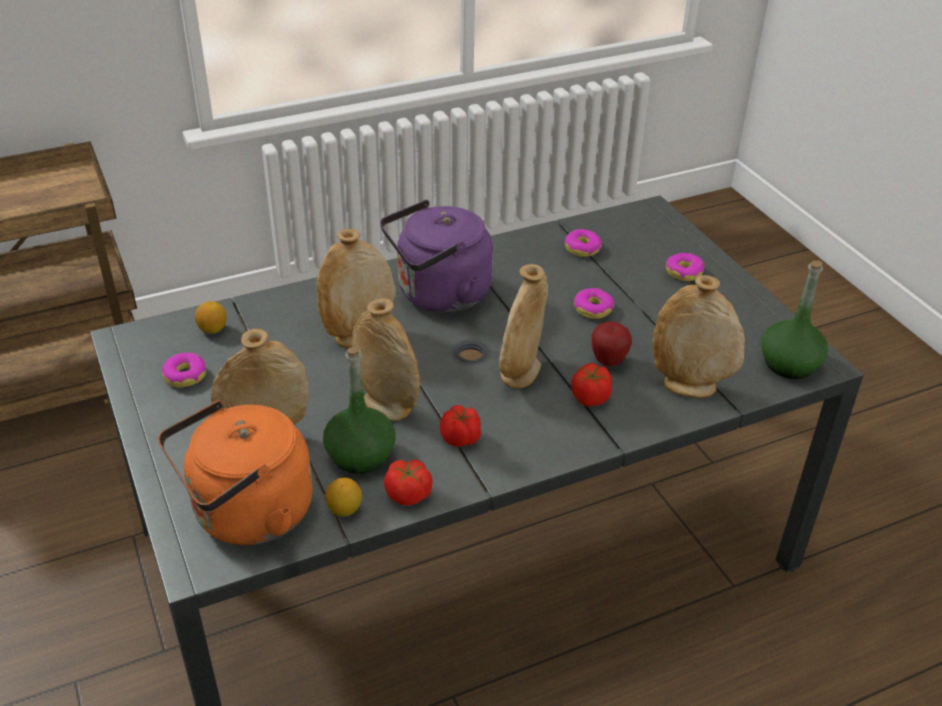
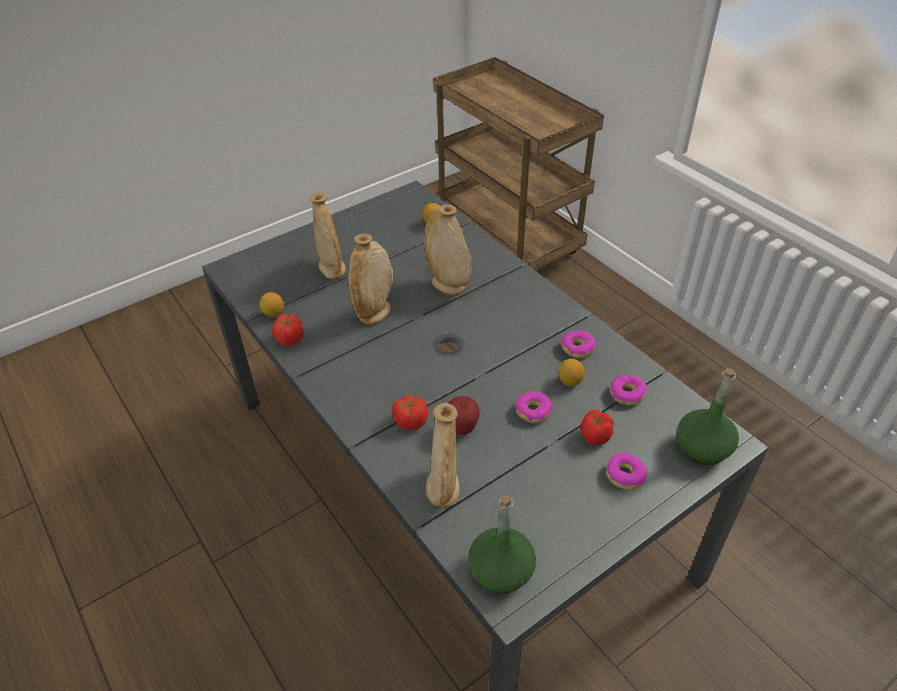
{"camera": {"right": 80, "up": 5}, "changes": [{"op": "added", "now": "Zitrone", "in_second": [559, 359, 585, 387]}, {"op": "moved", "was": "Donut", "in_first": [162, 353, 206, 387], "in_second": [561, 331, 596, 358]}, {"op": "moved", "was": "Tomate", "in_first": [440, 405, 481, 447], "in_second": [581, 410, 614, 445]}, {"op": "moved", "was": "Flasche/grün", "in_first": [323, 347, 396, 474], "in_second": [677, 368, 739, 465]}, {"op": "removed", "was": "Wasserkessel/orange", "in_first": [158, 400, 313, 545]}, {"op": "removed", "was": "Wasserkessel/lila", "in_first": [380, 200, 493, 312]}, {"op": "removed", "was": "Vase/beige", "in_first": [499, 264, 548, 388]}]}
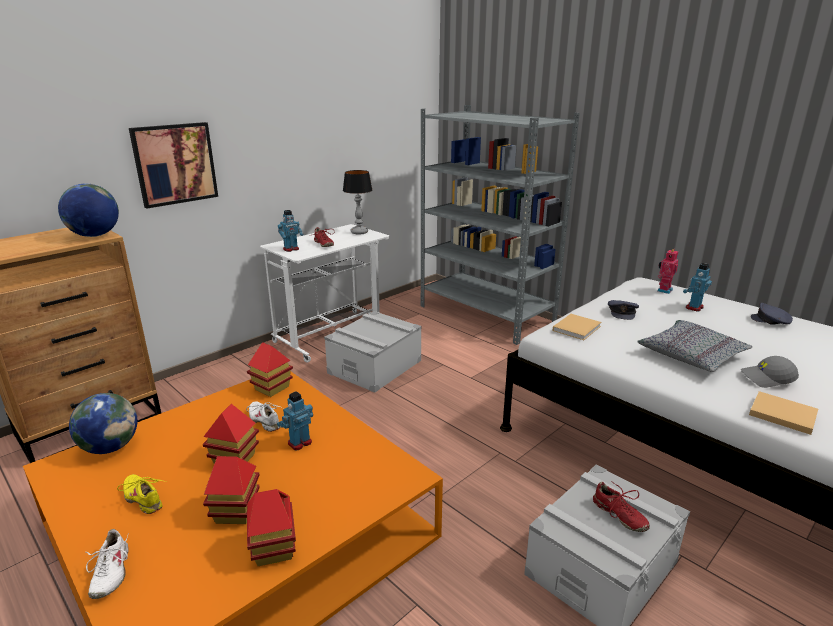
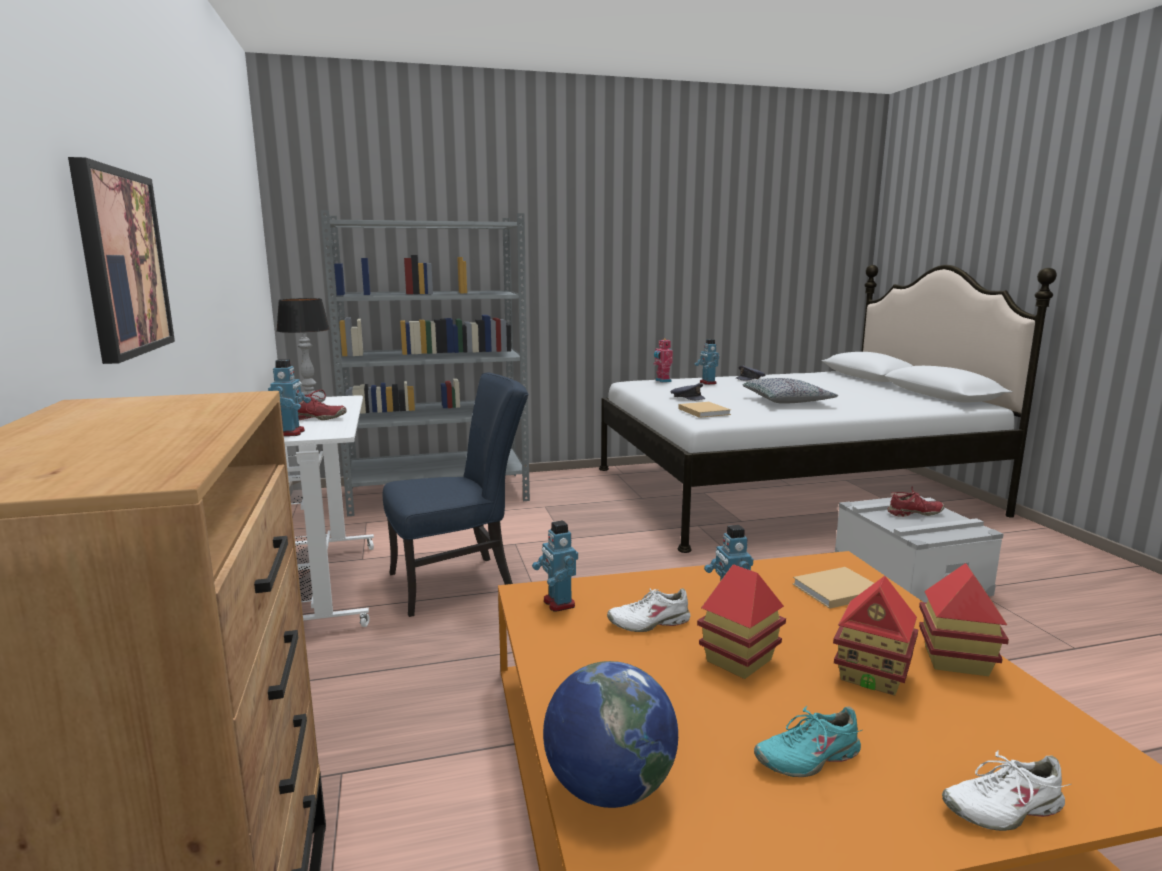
{"camera": {"right": -60, "up": -10}, "changes": [{"op": "replaced", "was": "Aufbewahrungsbox/grau", "now": "Stuhl/blau", "in_first": [324, 311, 421, 393], "in_second": [383, 373, 529, 617]}, {"op": "replaced", "was": "Spielzeughaus", "now": "Spielzeugroboter", "in_first": [247, 342, 293, 397], "in_second": [532, 520, 578, 612]}, {"op": "recoloured", "was": "Schuh/gelb", "now": "Schuh/türkis", "in_first": [117, 474, 166, 514], "in_second": [754, 706, 862, 777]}, {"op": "moved", "was": "Buch/beige", "in_first": [749, 391, 818, 435], "in_second": [793, 567, 874, 609]}, {"op": "turned", "was": "Schuh/weiß", "in_first": [85, 529, 129, 599], "in_second": [942, 750, 1071, 831], "clockwise": 150}, {"op": "removed", "was": "Globus", "in_first": [58, 184, 119, 237]}, {"op": "removed", "was": "Kappe/grau", "in_first": [741, 356, 799, 388]}]}
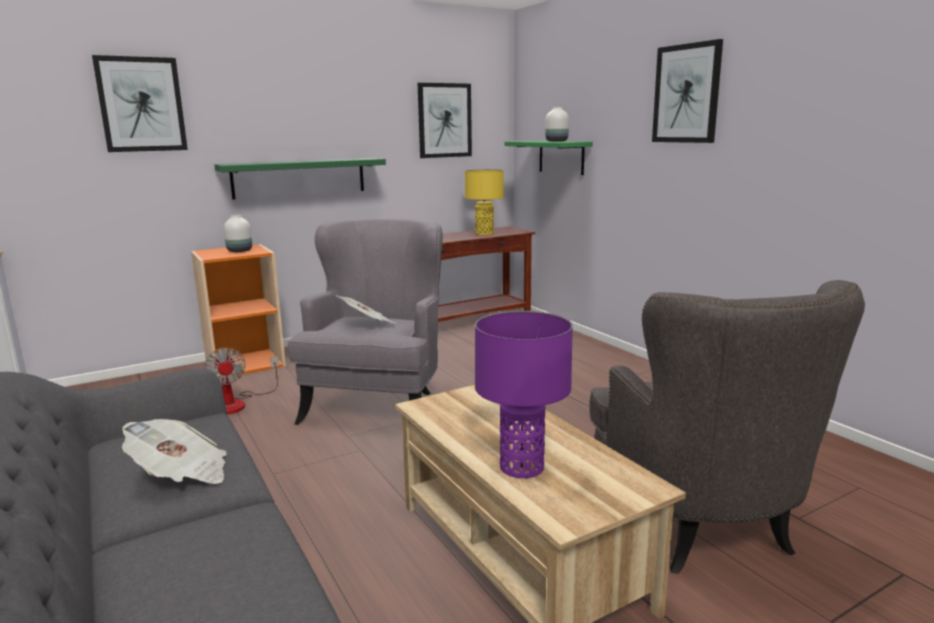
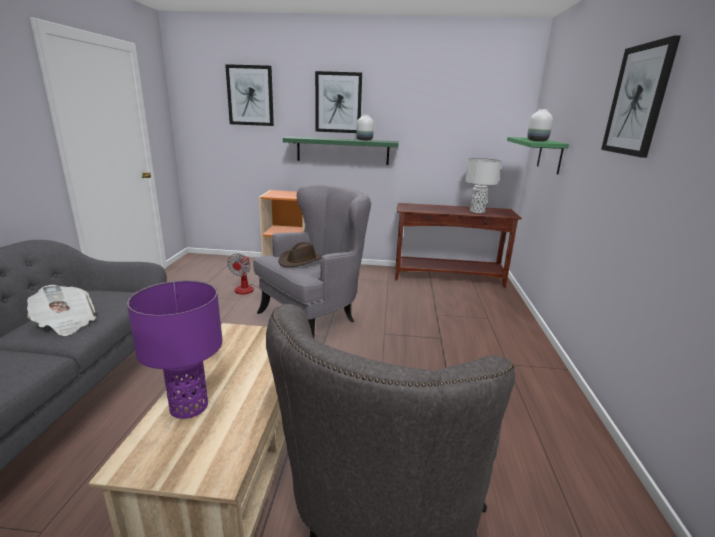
{"camera": {"right": 35, "up": 5}, "changes": [{"op": "replaced", "was": "Zeitung", "now": "Hut/braun", "in_first": [334, 295, 395, 323], "in_second": [278, 242, 323, 267]}, {"op": "moved", "was": "Bild", "in_first": [418, 83, 472, 158], "in_second": [315, 71, 362, 133]}, {"op": "moved", "was": "Vase/weiß", "in_first": [224, 215, 252, 252], "in_second": [356, 115, 374, 141]}, {"op": "recoloured", "was": "Tischlampe/gelb", "now": "Tischlampe/weiß", "in_first": [465, 169, 504, 235], "in_second": [465, 158, 501, 213]}]}
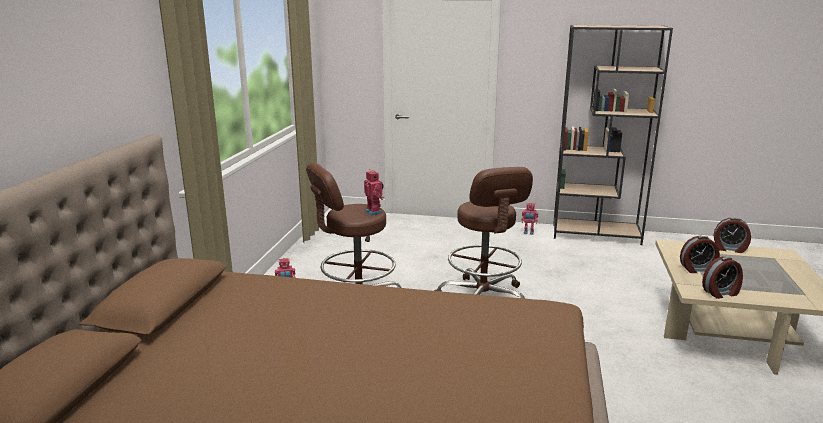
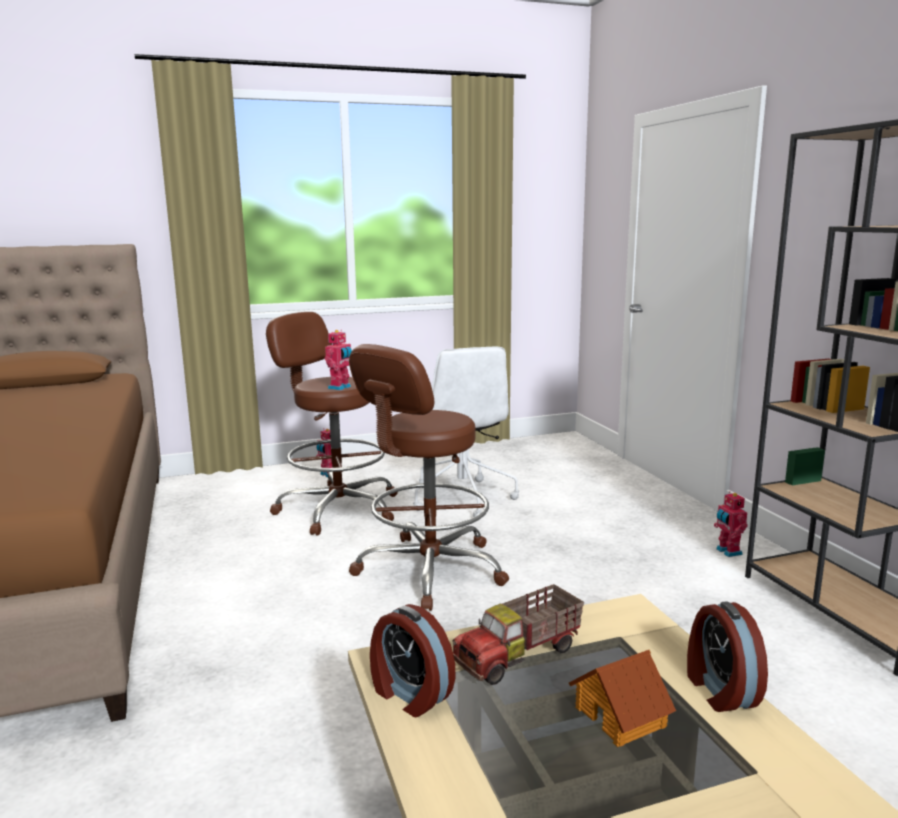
{"camera": {"right": 60, "up": -5}, "changes": [{"op": "added", "now": "Bürostuhl/weiß", "in_second": [413, 347, 519, 517]}, {"op": "replaced", "was": "Wecker", "now": "Spielzeuglaster", "in_first": [680, 236, 720, 273], "in_second": [453, 584, 584, 685]}, {"op": "added", "now": "Spielzeughaus", "in_second": [569, 650, 676, 747]}]}
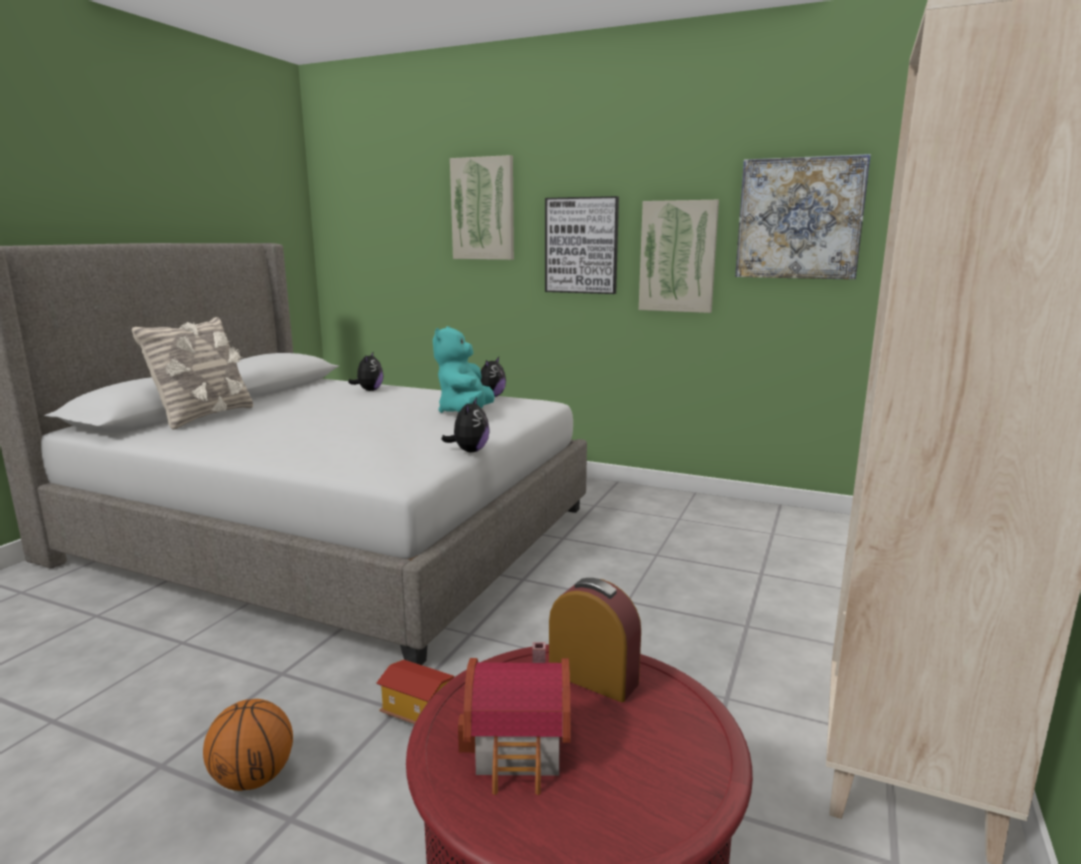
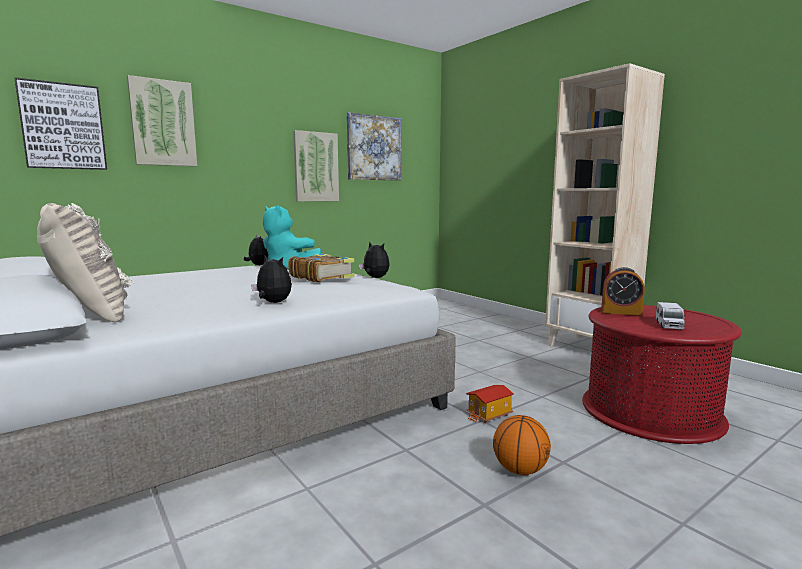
{"camera": {"right": -60, "up": -5}, "changes": [{"op": "moved", "was": "Bild", "in_first": [545, 196, 619, 294], "in_second": [14, 77, 107, 170]}, {"op": "moved", "was": "Plüschtier", "in_first": [348, 352, 384, 391], "in_second": [251, 256, 292, 303]}, {"op": "added", "now": "Buch", "in_second": [288, 254, 355, 282]}, {"op": "turned", "was": "Wecker", "in_first": [549, 578, 641, 702], "in_second": [601, 267, 645, 316], "clockwise": -135}, {"op": "replaced", "was": "Spielzeughaus", "now": "Spielzeuglaster", "in_first": [458, 642, 570, 795], "in_second": [655, 302, 686, 330]}]}
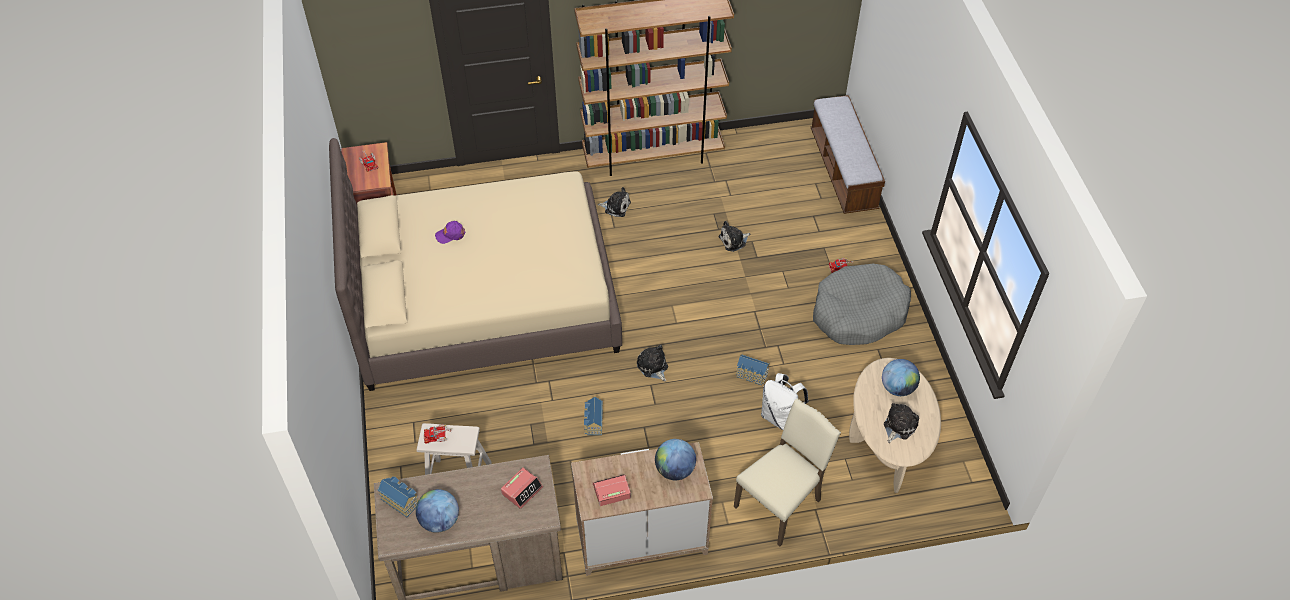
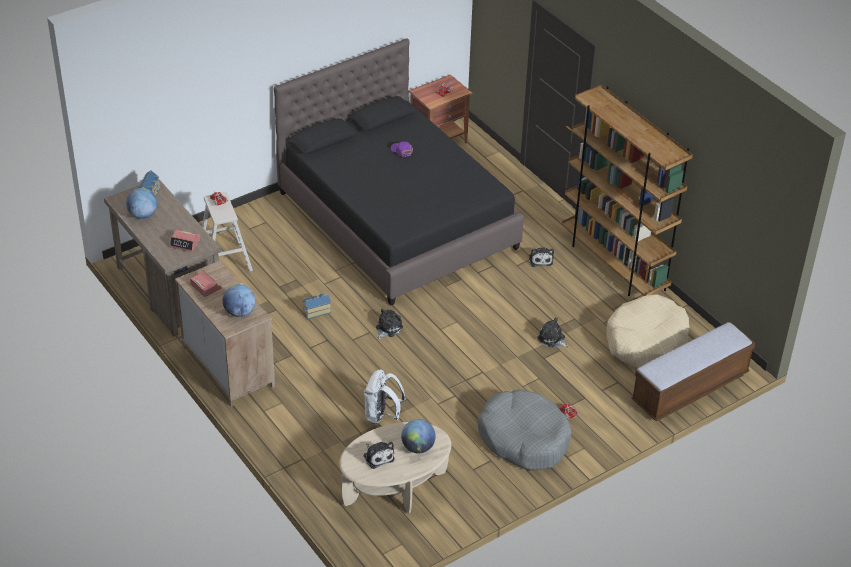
{"camera": {"right": 65, "up": -10}, "changes": [{"op": "recoloured", "was": "Bett/beige", "now": "Bett/schwarz", "in_first": [329, 138, 622, 391], "in_second": [274, 39, 524, 305]}, {"op": "turned", "was": "Plüschtier", "in_first": [884, 403, 919, 443], "in_second": [363, 442, 394, 469], "clockwise": 45}, {"op": "added", "now": "Hundebett/beige", "in_second": [606, 294, 690, 368]}, {"op": "removed", "was": "Stuhl/beige", "in_first": [734, 398, 841, 546]}, {"op": "removed", "was": "Spielzeughaus", "in_first": [736, 355, 769, 385]}]}
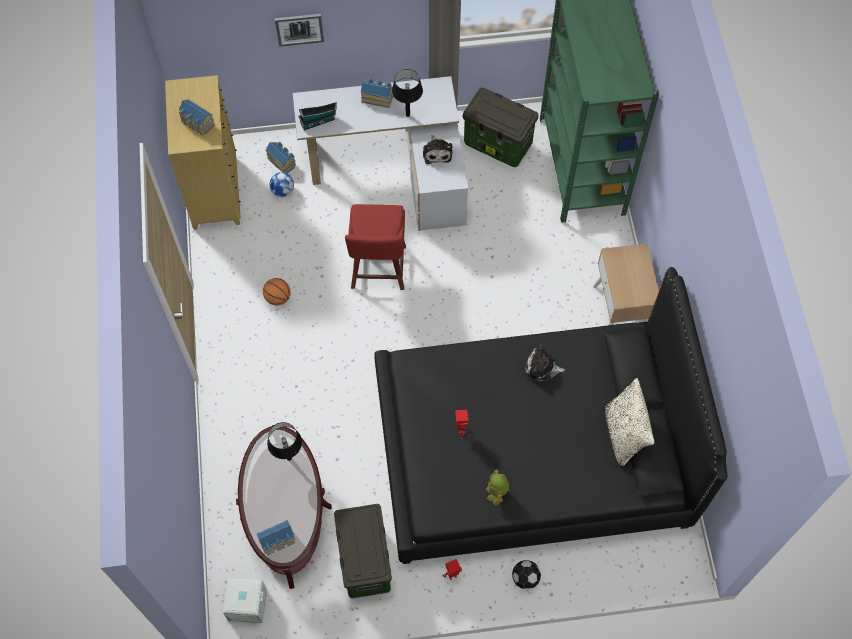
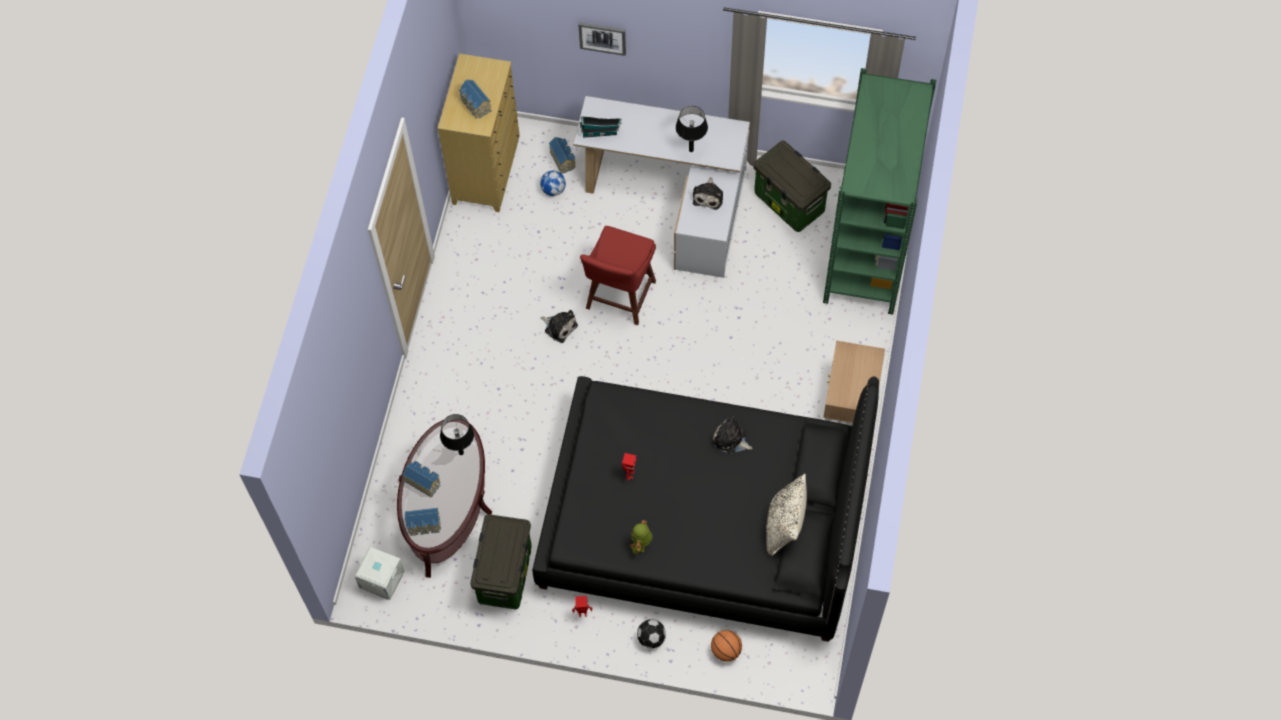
{"camera": {"right": 20, "up": 0}, "changes": [{"op": "moved", "was": "Spielzeughaus", "in_first": [361, 79, 393, 108], "in_second": [403, 461, 441, 498]}, {"op": "added", "now": "Plüschtier", "in_second": [541, 310, 578, 343]}, {"op": "moved", "was": "Basketball", "in_first": [263, 278, 291, 305], "in_second": [711, 630, 742, 662]}]}
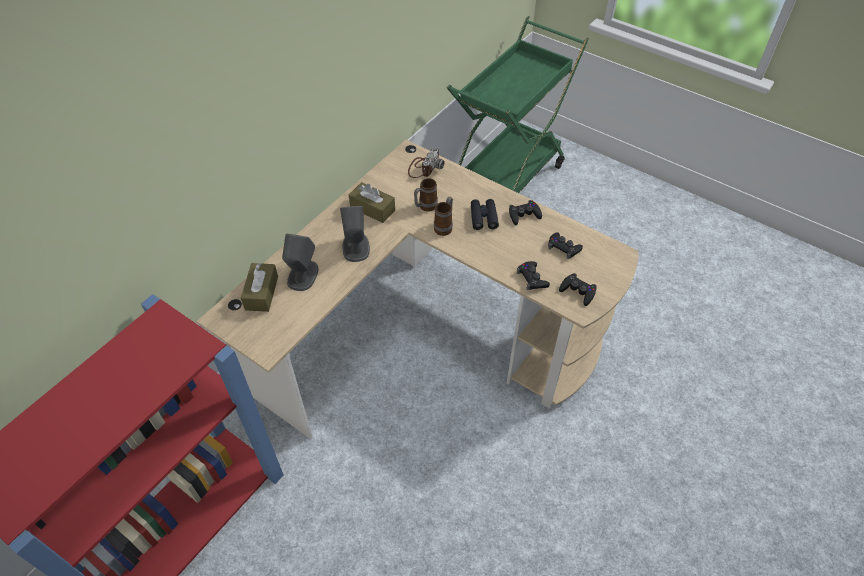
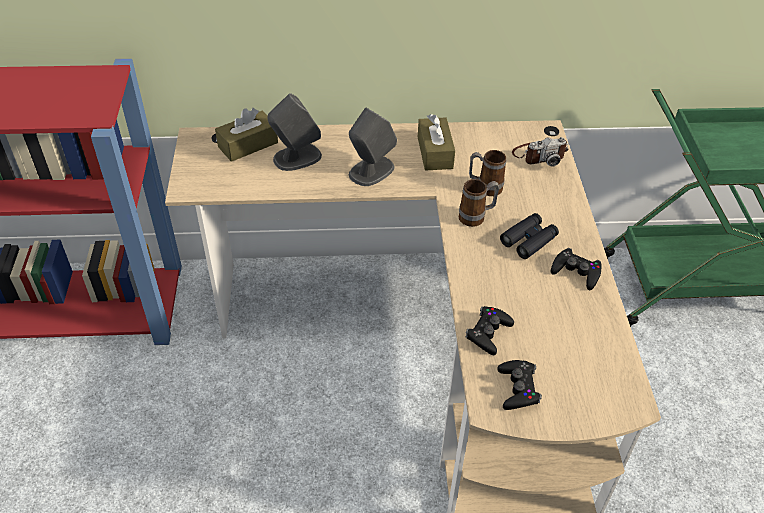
{"camera": {"right": 50, "up": -5}, "changes": [{"op": "removed", "was": "Gamepad/schwarz", "in_first": [548, 232, 583, 259]}]}
